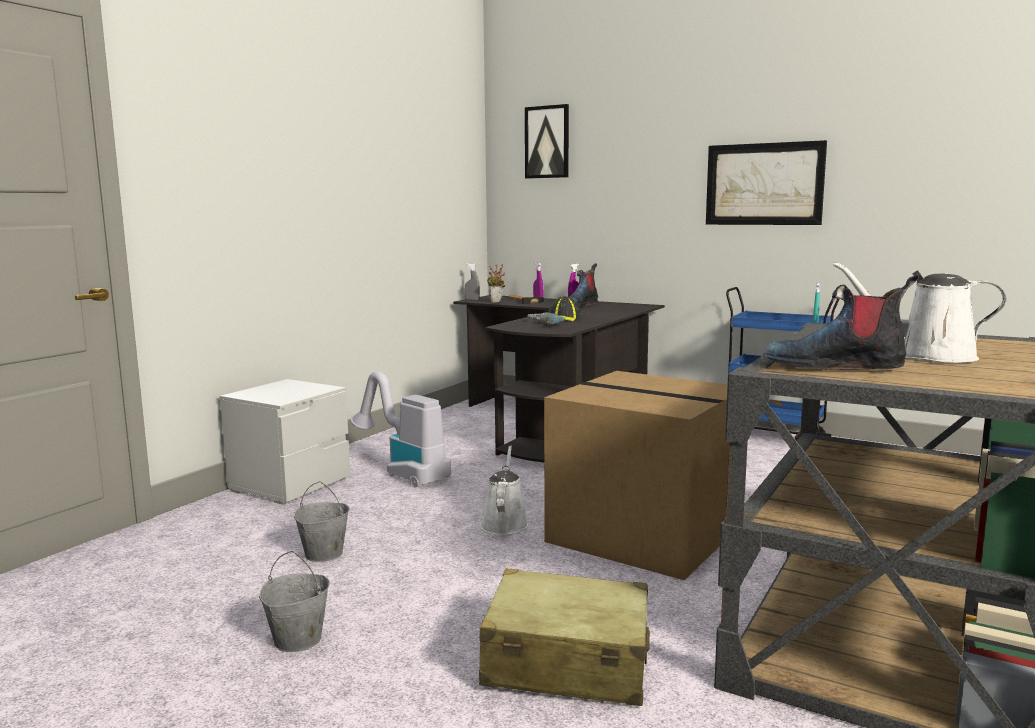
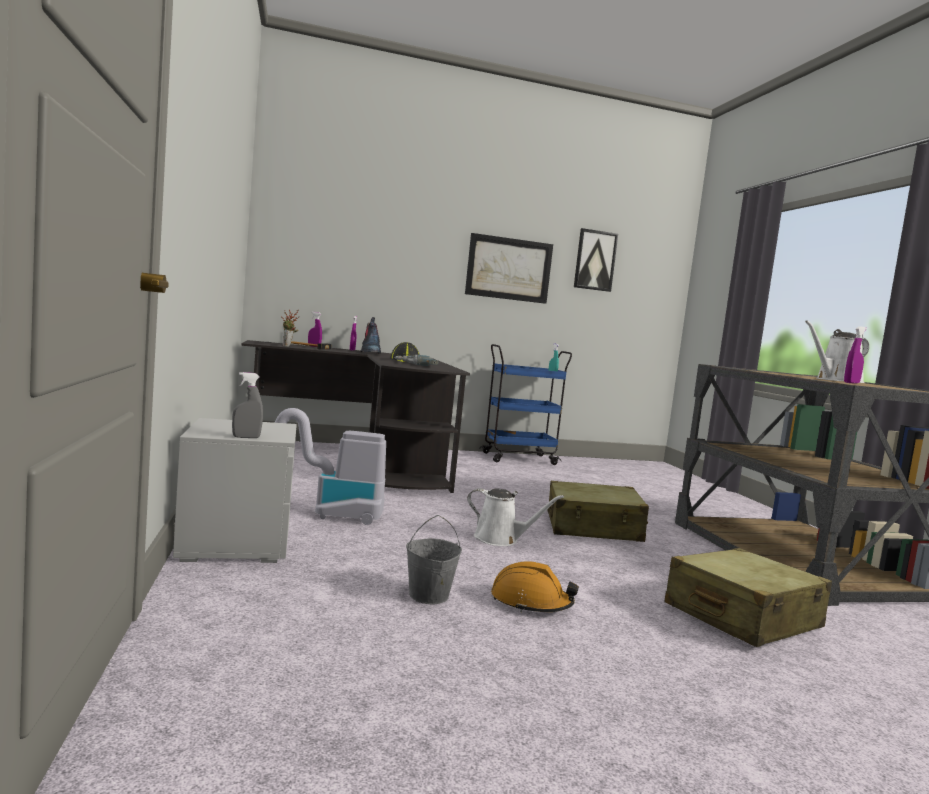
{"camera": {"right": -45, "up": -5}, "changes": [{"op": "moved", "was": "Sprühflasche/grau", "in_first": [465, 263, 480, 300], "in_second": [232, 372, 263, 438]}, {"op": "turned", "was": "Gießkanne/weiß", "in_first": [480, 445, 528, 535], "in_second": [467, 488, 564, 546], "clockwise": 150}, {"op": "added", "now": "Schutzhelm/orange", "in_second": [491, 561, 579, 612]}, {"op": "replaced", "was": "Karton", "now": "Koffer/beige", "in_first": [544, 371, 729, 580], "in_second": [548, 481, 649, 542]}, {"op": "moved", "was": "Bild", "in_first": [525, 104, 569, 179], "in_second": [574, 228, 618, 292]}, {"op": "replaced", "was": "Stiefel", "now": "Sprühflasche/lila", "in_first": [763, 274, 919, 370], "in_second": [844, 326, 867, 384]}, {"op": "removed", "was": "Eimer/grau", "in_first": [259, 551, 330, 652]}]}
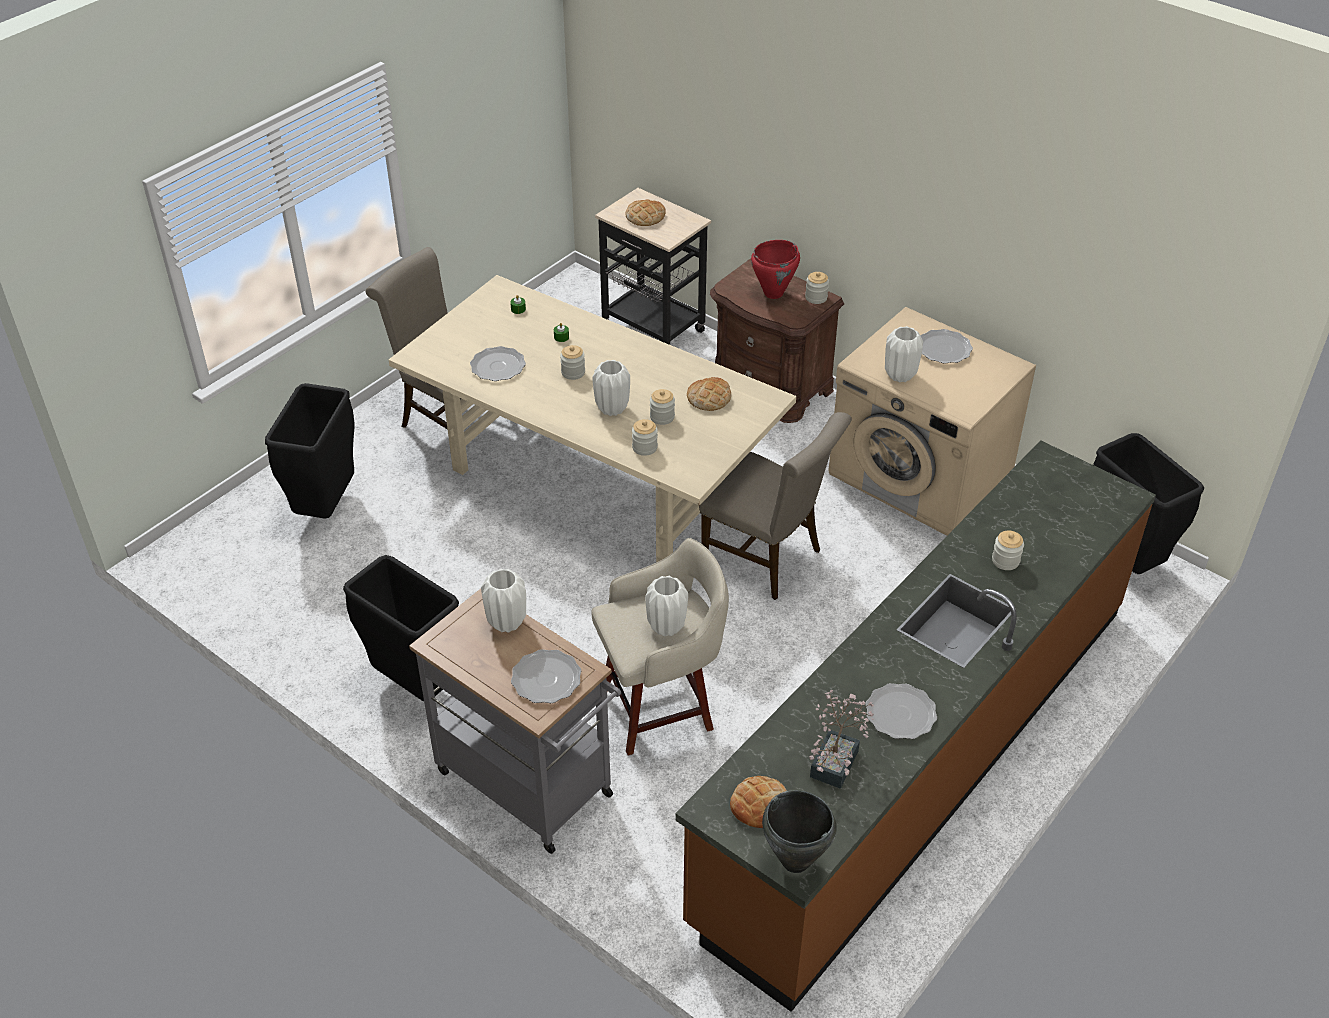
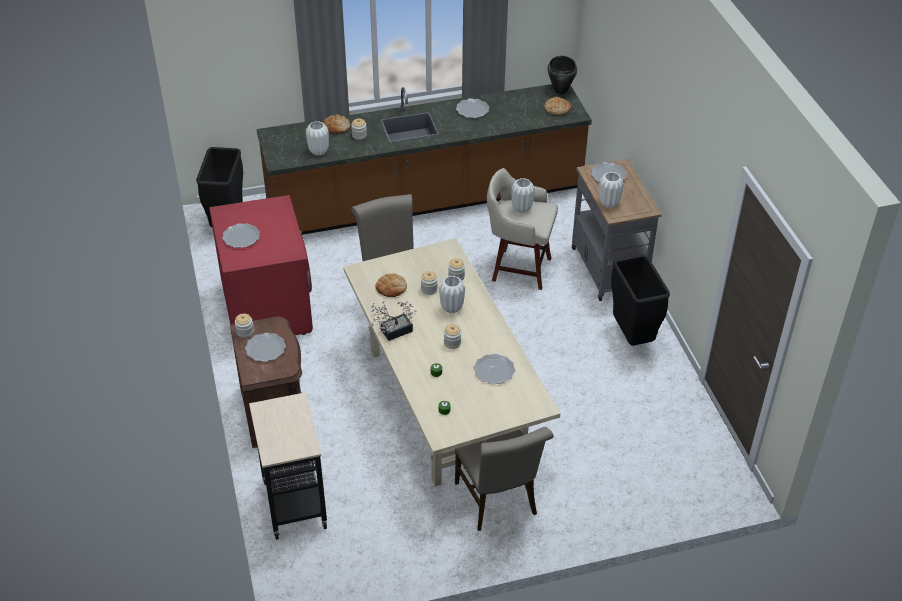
{"camera": {"right": -145, "up": 0}, "changes": [{"op": "recoloured", "was": "Waschmaschine/beige", "now": "Waschmaschine/rot", "in_first": [828, 307, 1036, 536], "in_second": [209, 195, 313, 335]}, {"op": "replaced", "was": "Kochtopf/rot", "now": "Teller", "in_first": [751, 240, 800, 299], "in_second": [245, 333, 286, 362]}, {"op": "moved", "was": "Vase/weiß", "in_first": [885, 326, 923, 383], "in_second": [306, 121, 329, 156]}, {"op": "moved", "was": "Brot", "in_first": [625, 200, 666, 226], "in_second": [323, 115, 350, 134]}, {"op": "moved", "was": "Topfpflanze", "in_first": [810, 690, 874, 789], "in_second": [371, 301, 416, 341]}, {"op": "removed", "was": "Mülleimer/schwarz", "in_first": [265, 383, 355, 519]}]}
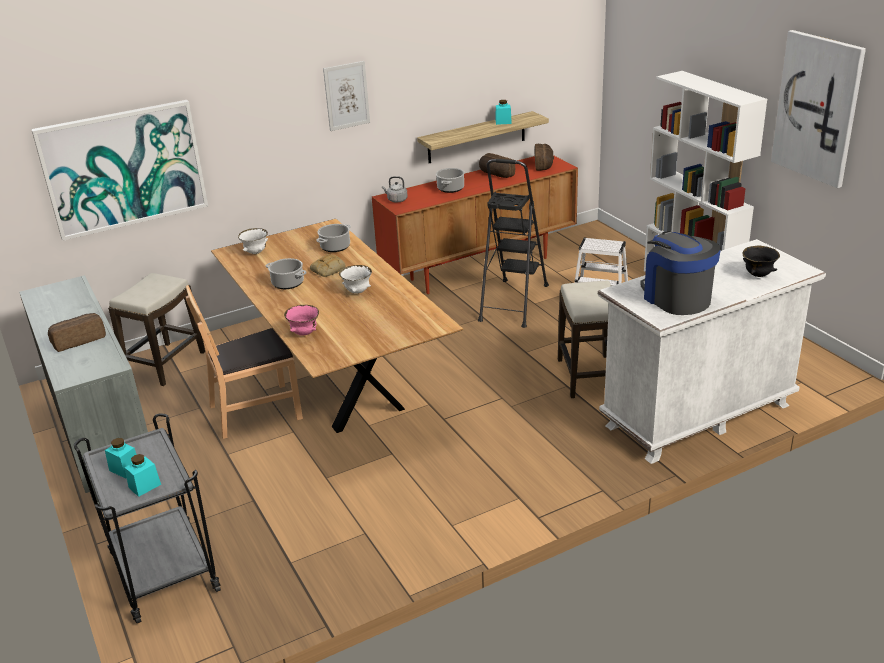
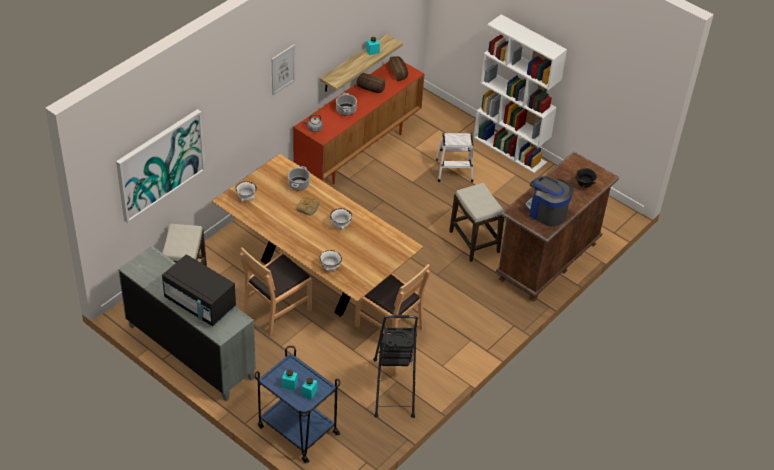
{"camera": {"right": -25, "up": 15}, "changes": [{"op": "replaced", "was": "Brot", "now": "Mikrowelle/schwarz", "in_first": [48, 313, 106, 352], "in_second": [162, 254, 236, 326]}, {"op": "recoloured", "was": "Rollwagen/grau", "now": "Rollwagen/blau", "in_first": [74, 413, 221, 623], "in_second": [255, 346, 340, 463]}, {"op": "recoloured", "was": "Schüssel/rosa", "now": "Schüssel/weiß", "in_first": [284, 305, 319, 335], "in_second": [319, 250, 342, 271]}, {"op": "added", "now": "Stuhl/braun", "in_second": [355, 264, 430, 334]}, {"op": "moved", "was": "Trittleiter", "in_first": [478, 159, 549, 328], "in_second": [373, 315, 418, 418]}, {"op": "recoloured", "was": "Kommode/weiß", "now": "Kommode/braun", "in_first": [598, 239, 826, 464], "in_second": [496, 152, 619, 302]}, {"op": "removed", "was": "Kochtopf", "in_first": [266, 258, 307, 289]}, {"op": "removed", "was": "Bild", "in_first": [771, 30, 866, 188]}]}
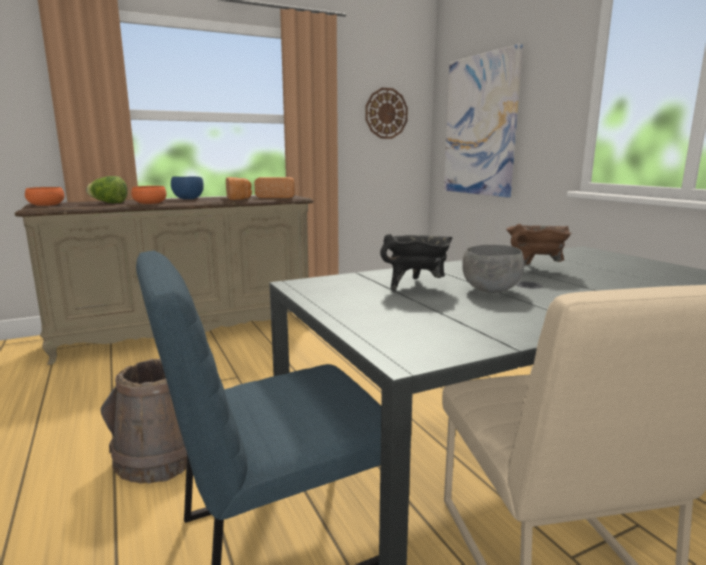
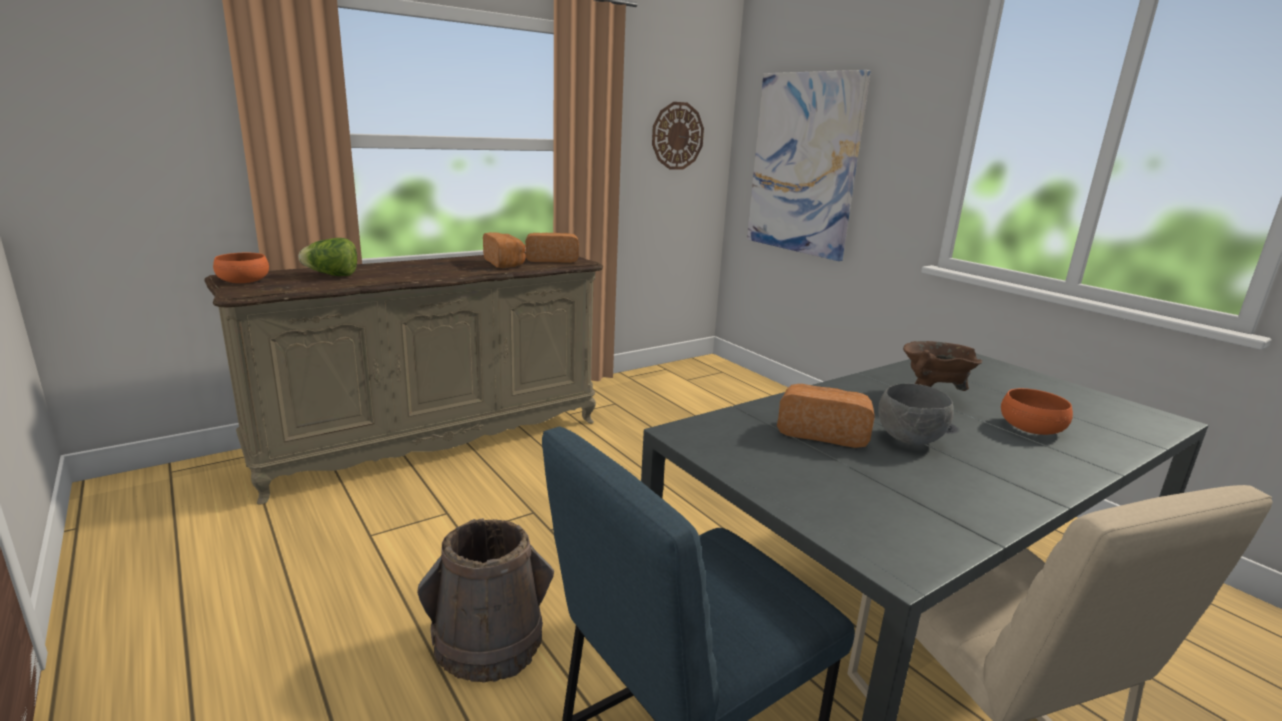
{"camera": {"right": -10, "up": 5}, "changes": [{"op": "replaced", "was": "Kochtopf/schwarz", "now": "Brot", "in_first": [380, 234, 452, 291], "in_second": [777, 384, 875, 448]}, {"op": "moved", "was": "Schüssel/orange", "in_first": [131, 186, 167, 204], "in_second": [1001, 388, 1073, 435]}, {"op": "removed", "was": "Schüssel/blau", "in_first": [171, 176, 204, 199]}]}
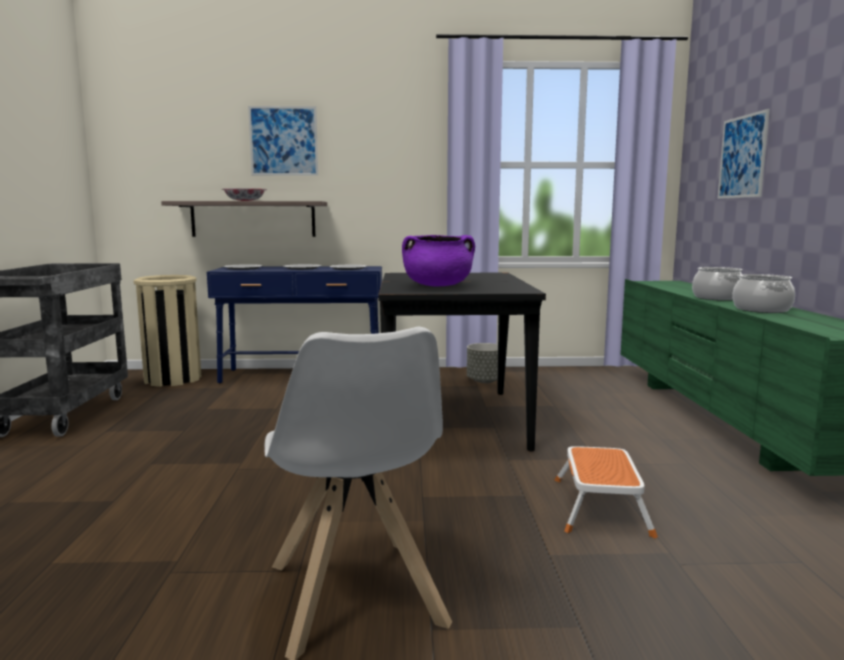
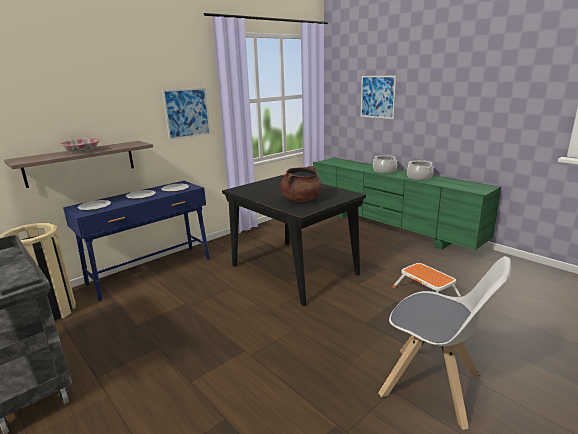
{"camera": {"right": -40, "up": 10}, "changes": [{"op": "moved", "was": "Bild", "in_first": [248, 106, 318, 176], "in_second": [162, 87, 211, 140]}, {"op": "recoloured", "was": "Kochtopf/lila", "now": "Kochtopf/braun", "in_first": [402, 235, 475, 287], "in_second": [280, 166, 322, 202]}, {"op": "removed", "was": "Pflanzkübel/grau", "in_first": [467, 343, 498, 383]}]}
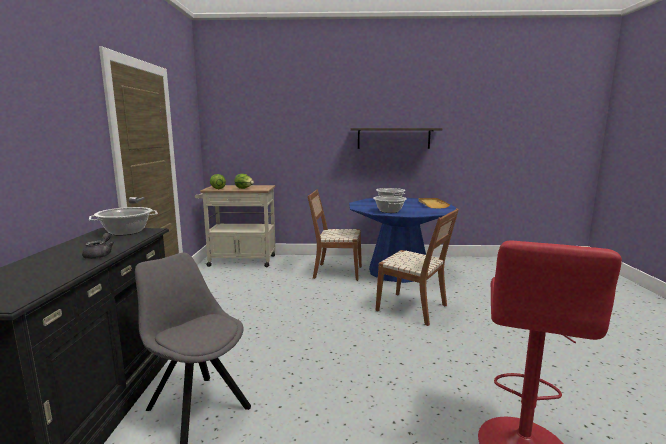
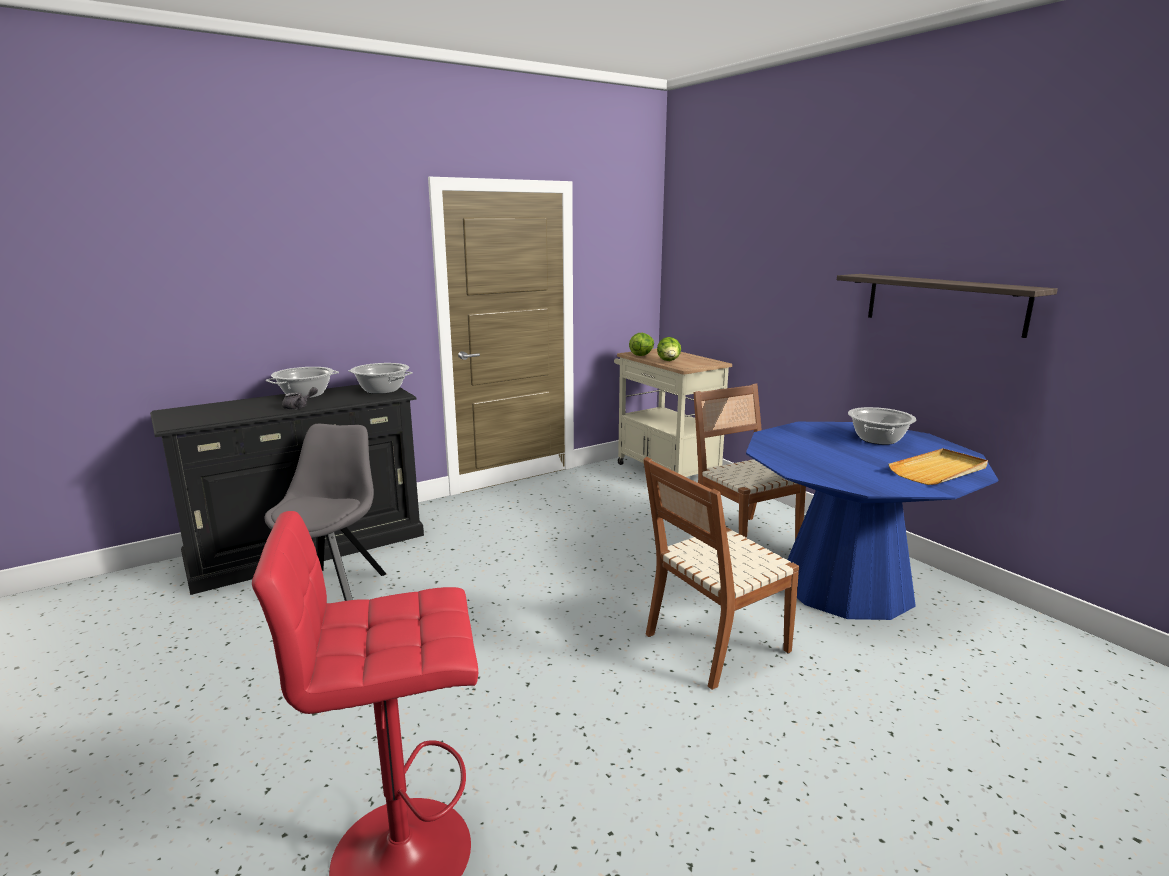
{"camera": {"right": 55, "up": 5}, "changes": [{"op": "moved", "was": "Kochtopf", "in_first": [373, 196, 407, 213], "in_second": [266, 367, 339, 398]}, {"op": "turned", "was": "Stuhl", "in_first": [375, 208, 459, 326], "in_second": [643, 457, 799, 690], "clockwise": 60}]}
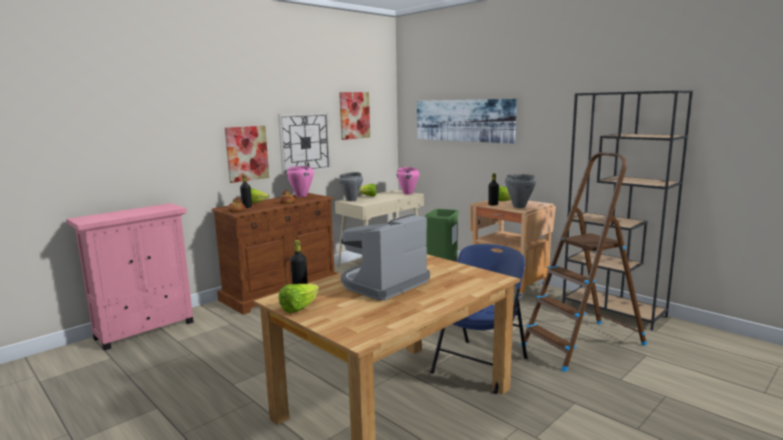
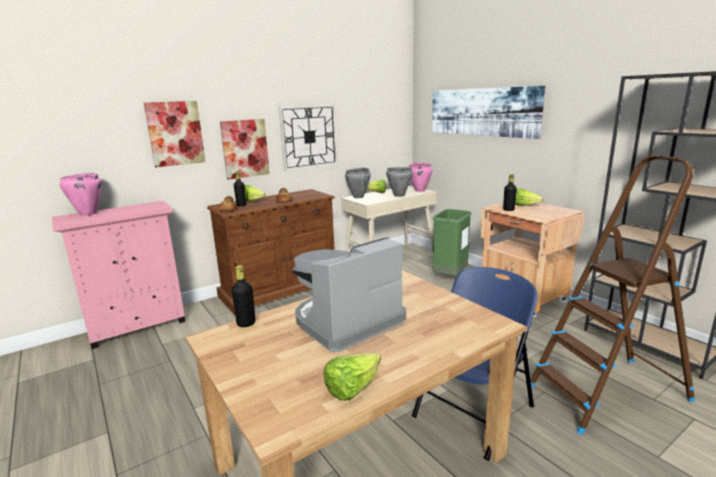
{"camera": {"right": 10, "up": 5}, "changes": [{"op": "moved", "was": "Kochtopf/rosa", "in_first": [287, 166, 314, 197], "in_second": [59, 173, 102, 216]}, {"op": "moved", "was": "Bild", "in_first": [339, 92, 370, 140], "in_second": [144, 101, 205, 167]}, {"op": "moved", "was": "Salatkopf", "in_first": [278, 284, 319, 313], "in_second": [324, 353, 381, 401]}, {"op": "moved", "was": "Kochtopf/grau", "in_first": [505, 174, 536, 208], "in_second": [386, 167, 413, 197]}]}
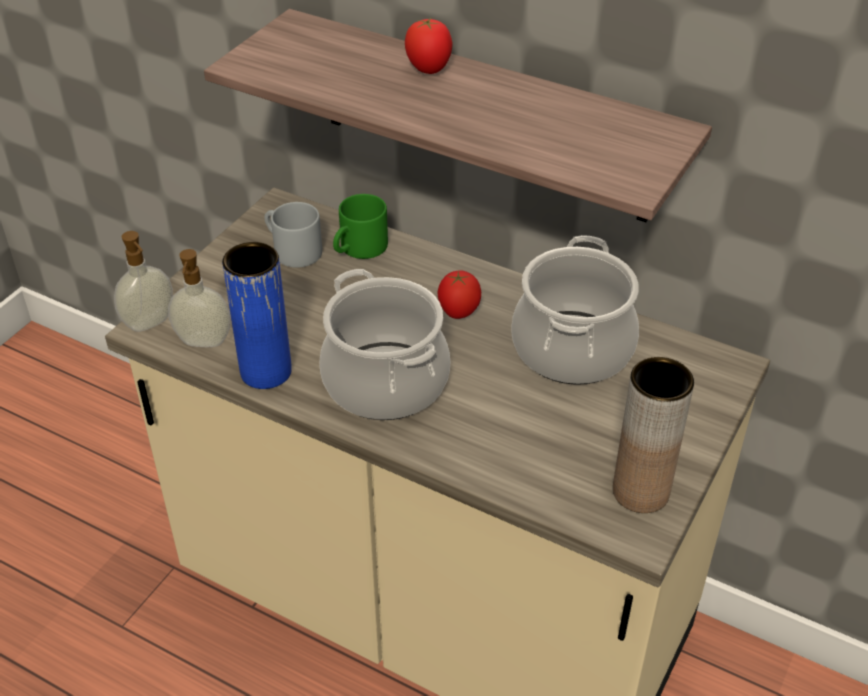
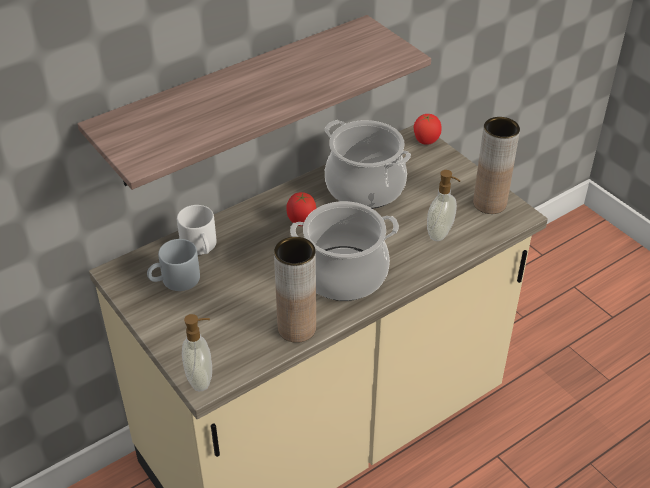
{"camera": {"right": -65, "up": 0}, "changes": [{"op": "recoloured", "was": "Henkelbecher/grün", "now": "Henkelbecher/weiß", "in_first": [333, 194, 388, 259], "in_second": [177, 205, 217, 255]}, {"op": "recoloured", "was": "Vase/blau", "now": "Vase/braun", "in_first": [222, 242, 292, 389], "in_second": [274, 237, 316, 343]}, {"op": "moved", "was": "Tomate", "in_first": [405, 18, 452, 74], "in_second": [414, 114, 442, 145]}, {"op": "moved", "was": "Seifenspender", "in_first": [168, 249, 231, 347], "in_second": [427, 170, 461, 241]}]}
